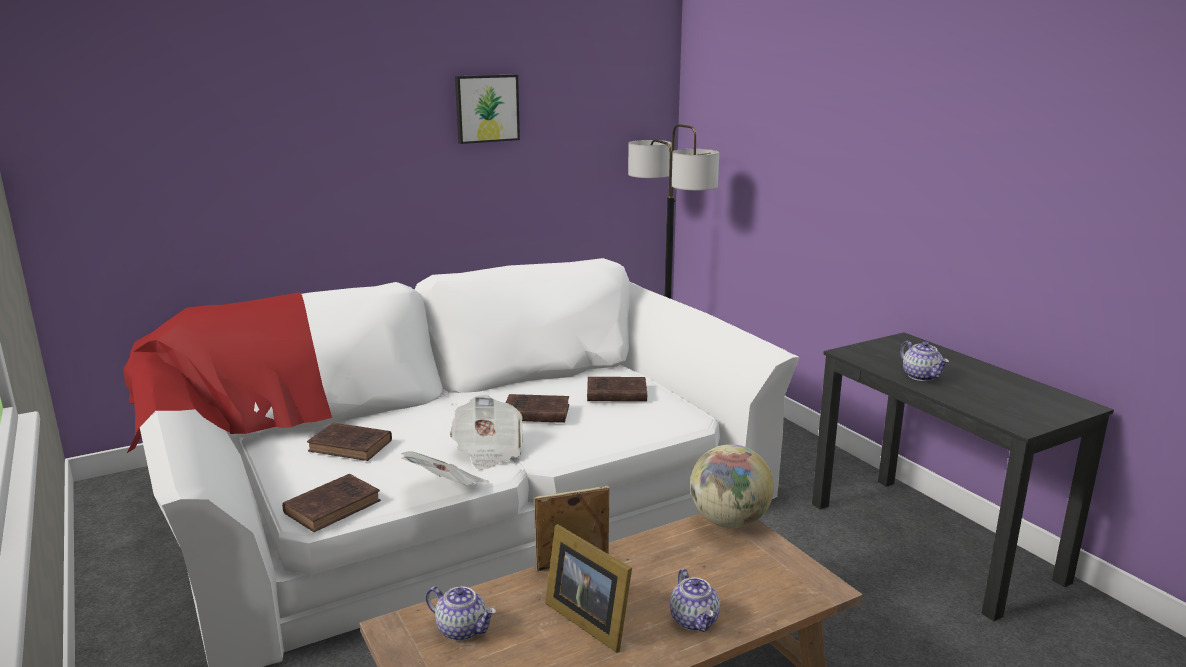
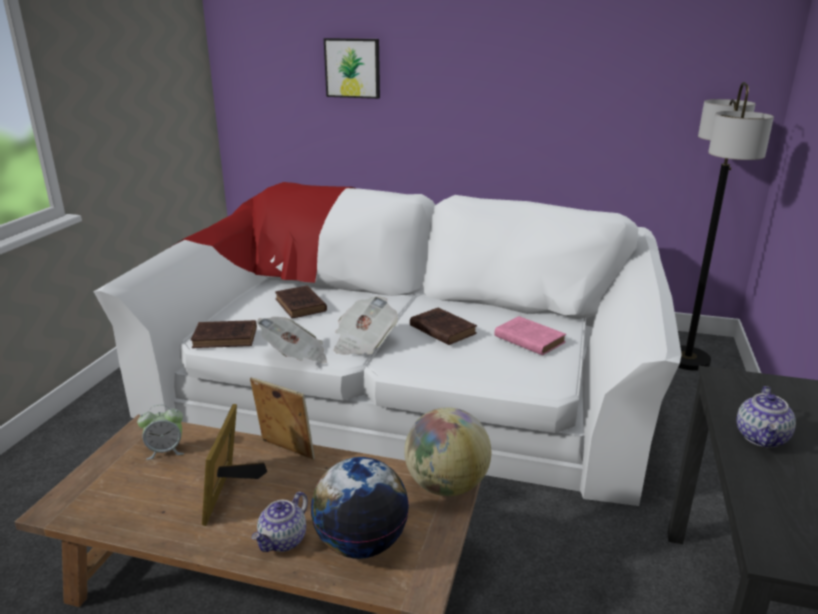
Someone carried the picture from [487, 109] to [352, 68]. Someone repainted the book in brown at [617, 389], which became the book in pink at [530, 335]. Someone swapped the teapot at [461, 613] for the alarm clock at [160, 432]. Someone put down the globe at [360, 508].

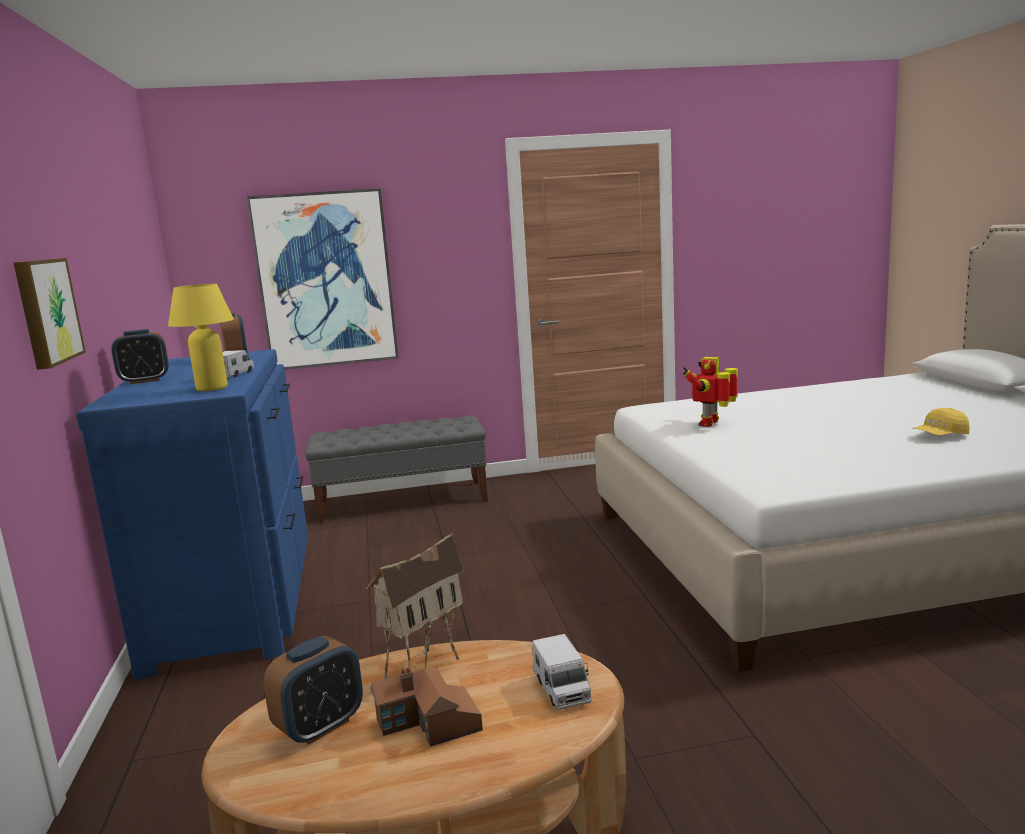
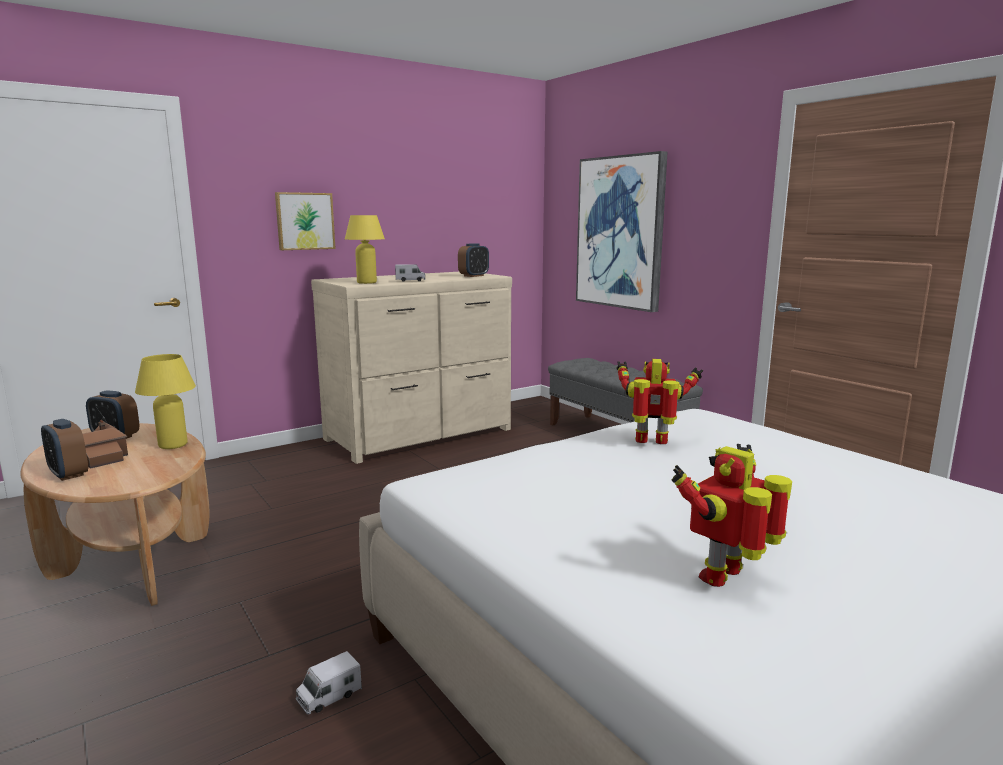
Someone carried the alarm clock from [140, 356] to [64, 450]. Someone repainted the dresser in blue at [192, 514], which became the dresser in beige at [411, 368]. Someone swapped the cap in yellow at [941, 421] for the toy robot at [732, 515]. Someone swapped the toy house at [414, 605] for the table lamp in yellow at [165, 401]. Someone carried the toy truck from [562, 672] to [329, 682].

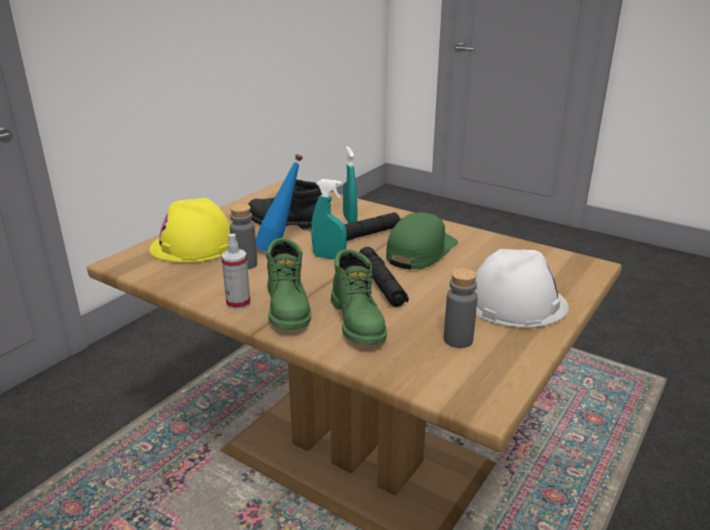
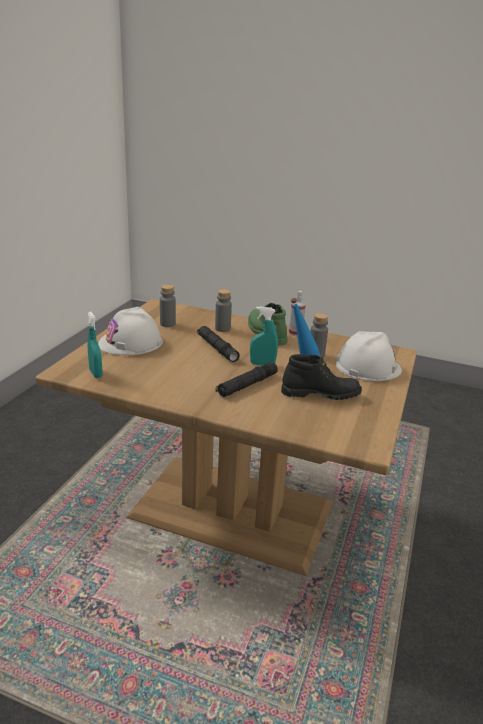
Someone carried the spray bottle in turquoise from [350, 184] to [95, 345]. Someone repainted the hard hat in yellow at [189, 230], which became the hard hat in white at [369, 356]. Someone took away the cap in green at [422, 241]. Someone swapped the boot in green at [359, 297] for the bottle in grey at [223, 310].

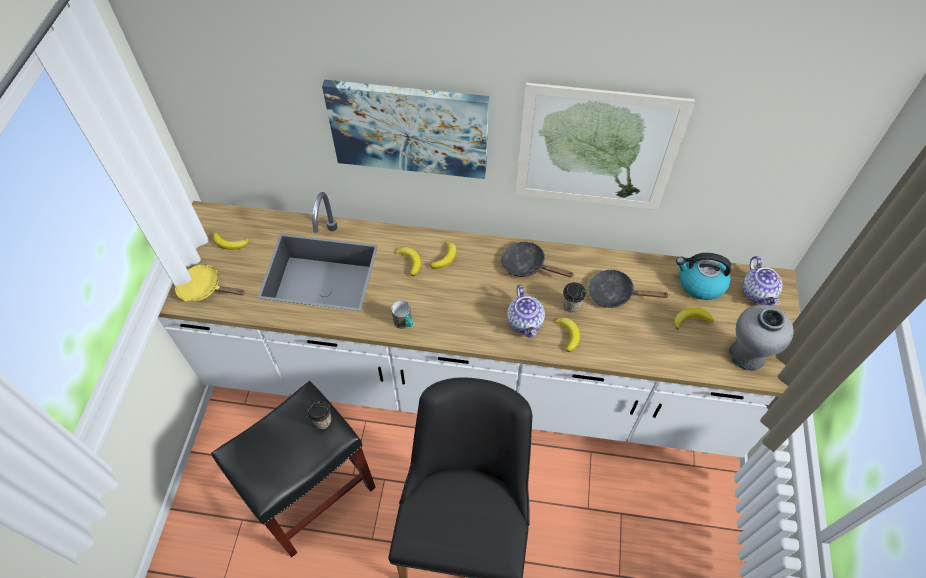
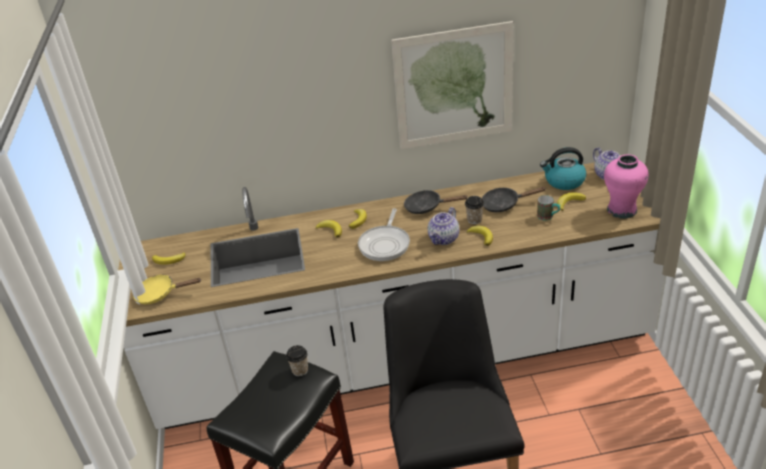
Someone took away the picture at [405, 129]. Someone rotated the teapot at [526, 311] by 60 degrees clockwise. Someone carried the mug from [402, 315] to [548, 208]. Someone repainted the vase in grey at [761, 337], which became the vase in pink at [626, 186]. Someone put down the frying pan at [384, 234].

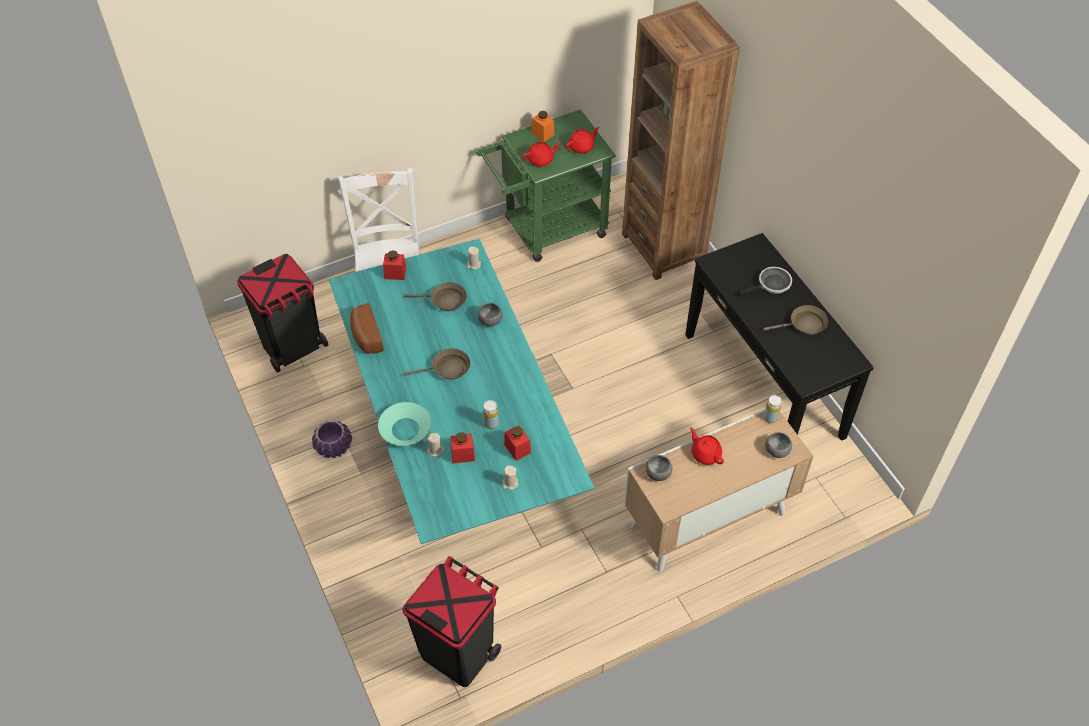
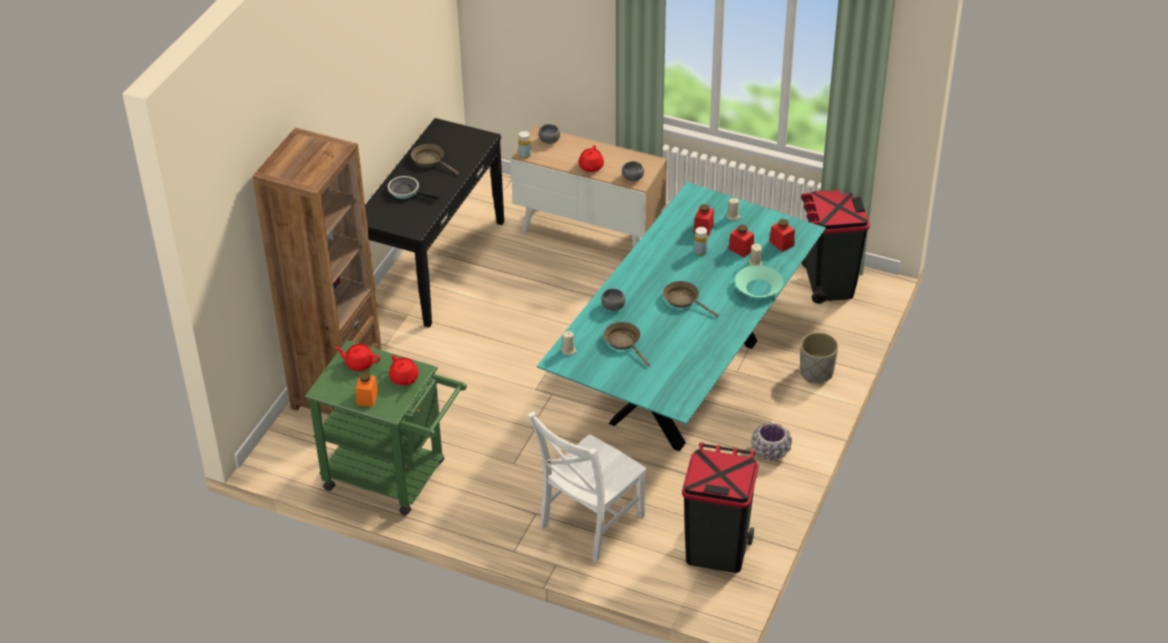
Someone rotated the teapot in red at [541, 154] by 150 degrees counterclockwise. Someone carried the jar in red from [394, 265] to [782, 235]. Someone took away the bread at [367, 328]. Someone put down the planter in grey at [819, 357].

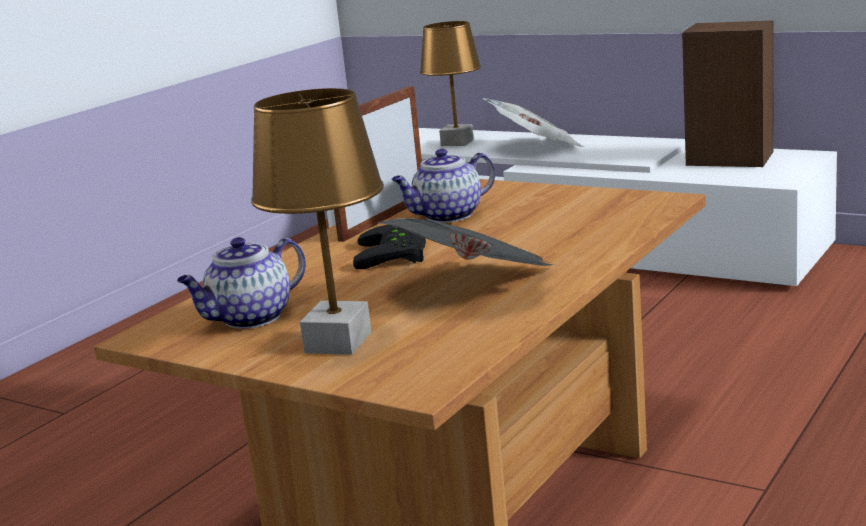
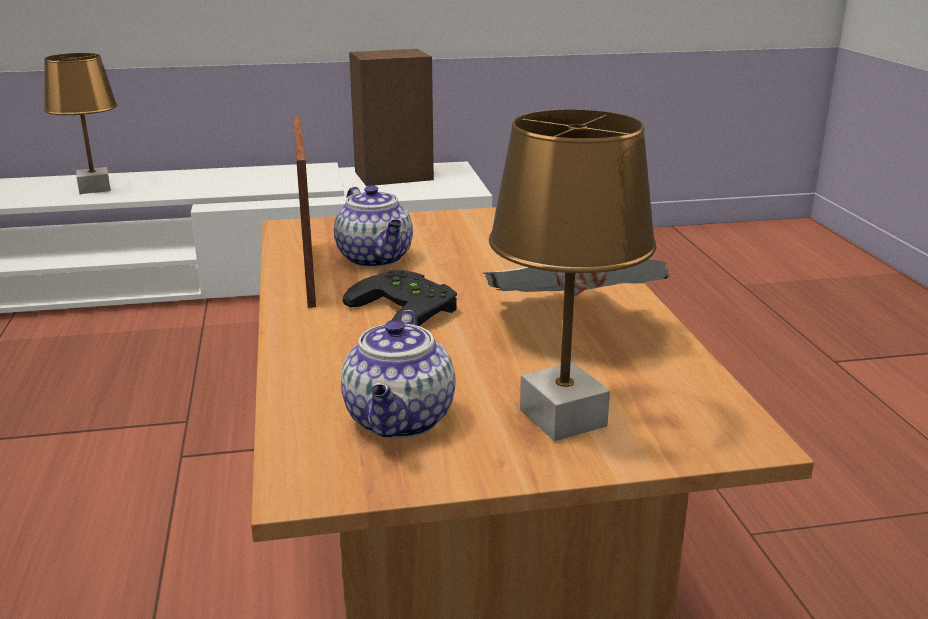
Someone took away the newspaper at [533, 122]. Someone rotated the teapot at [443, 186] by 45 degrees counterclockwise.

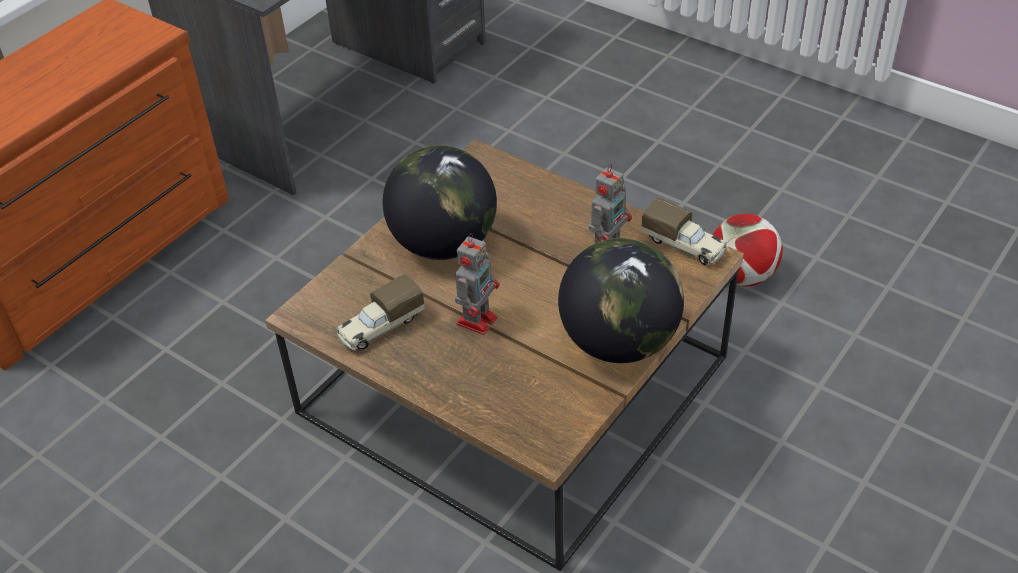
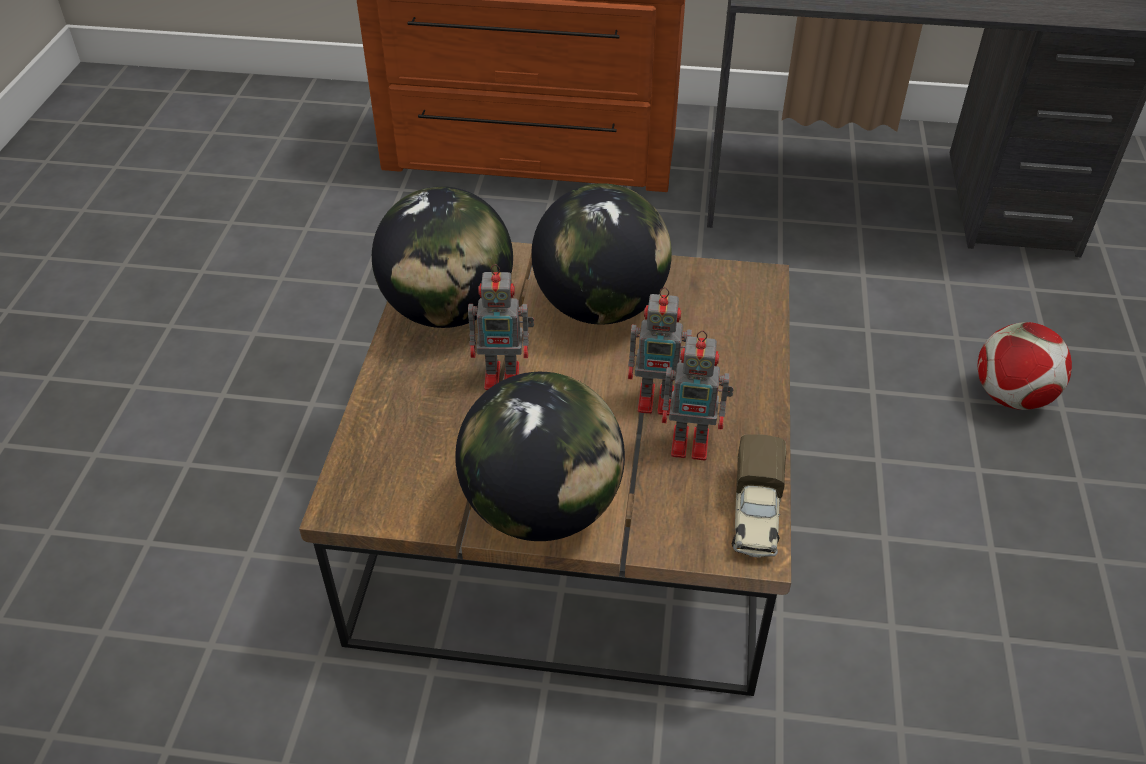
Someone carried the football from [748, 250] to [1025, 366]. Someone swapped the toy truck at [380, 312] for the globe at [442, 257]. Someone put down the toy robot at [660, 351].

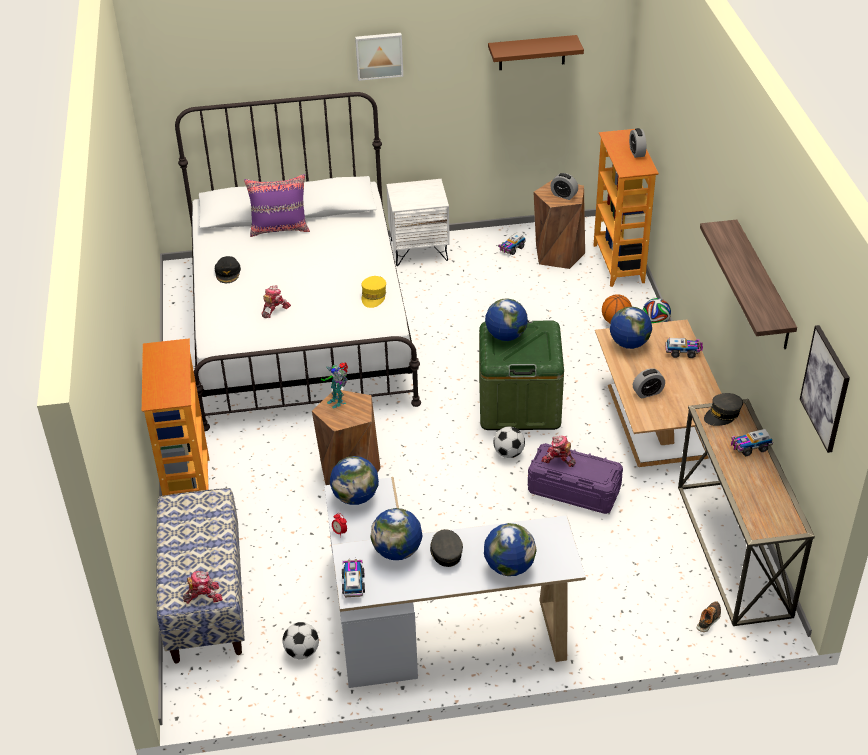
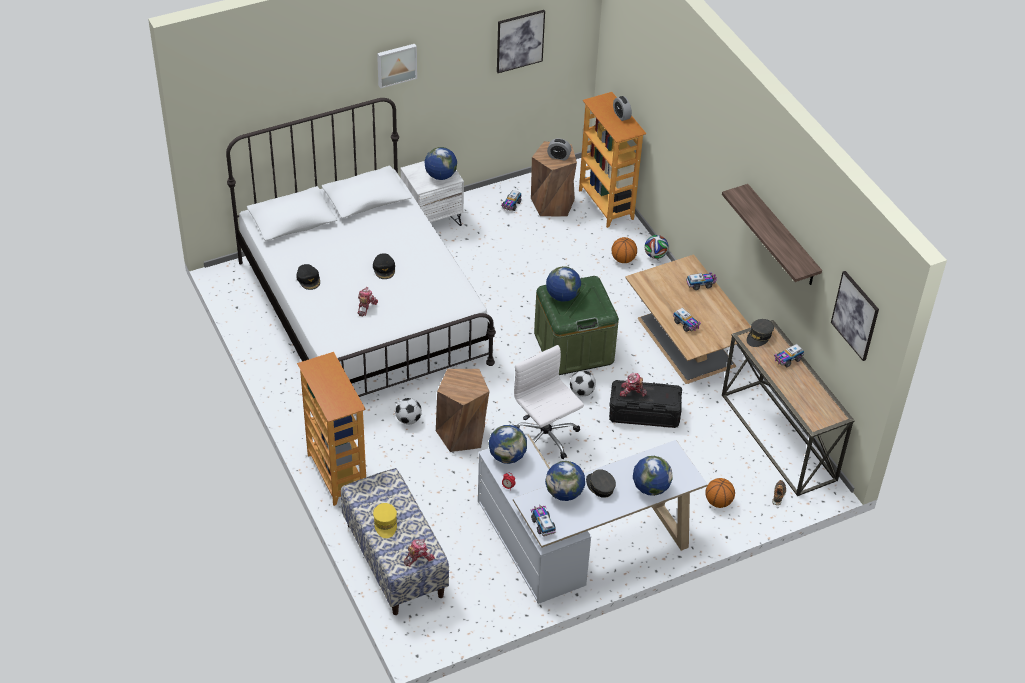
Someone swapped the shelf in brown at [536, 52] for the picture at [521, 41]. Someone took away the pillow in purple at [277, 205]. Someone carried the cap in yellow from [373, 292] to [385, 520]. Someone carried the globe from [631, 328] to [440, 163]. Someone took away the toy robot at [334, 385]. Someone swapped the alarm clock at [649, 383] for the toy truck at [687, 320]. Someone repainted the storage box in purple at [575, 478], which became the storage box in black at [645, 404]. Someone carried the football from [300, 640] to [408, 411]. Someone put down the cap in black at [384, 266]. Someone put down the office chair in white at [549, 402]. Someone put down the basketball at [720, 493].

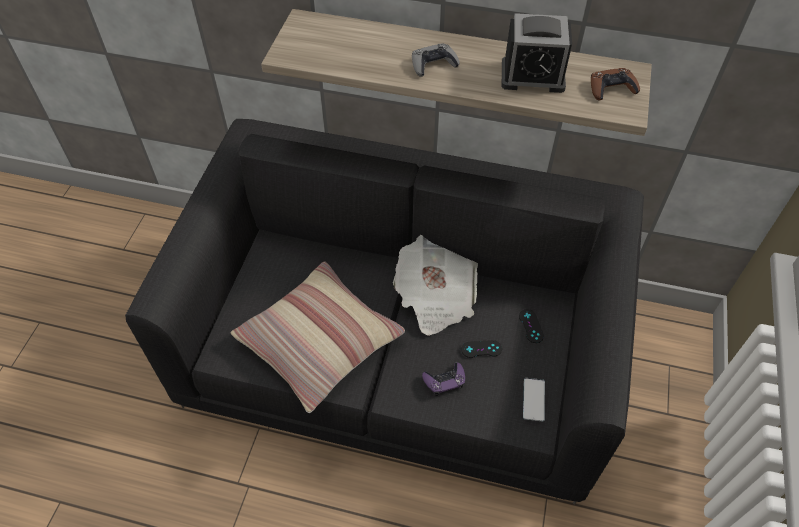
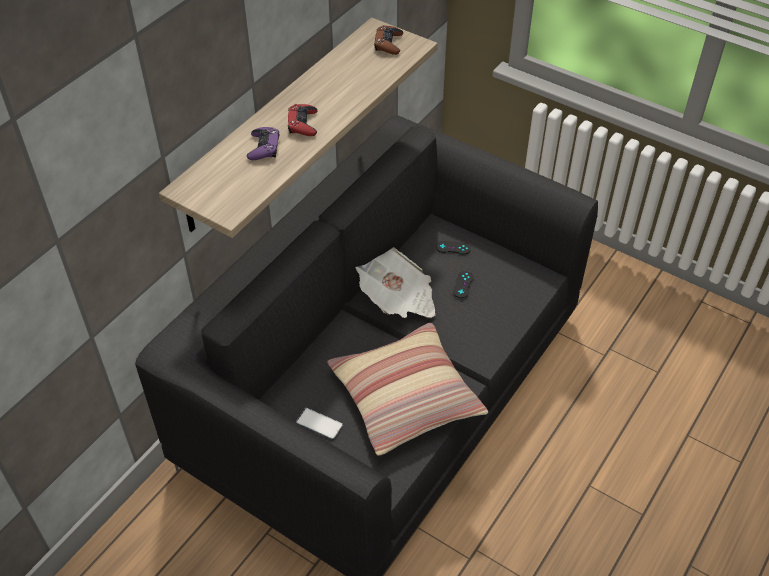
Someone took away the alarm clock at [537, 53]. Someone repainted the game controller in grey at [436, 60], which became the game controller in red at [302, 120]. Someone carried the game controller in purple from [443, 379] to [263, 143]. Someone carried the phone from [534, 399] to [319, 423].

